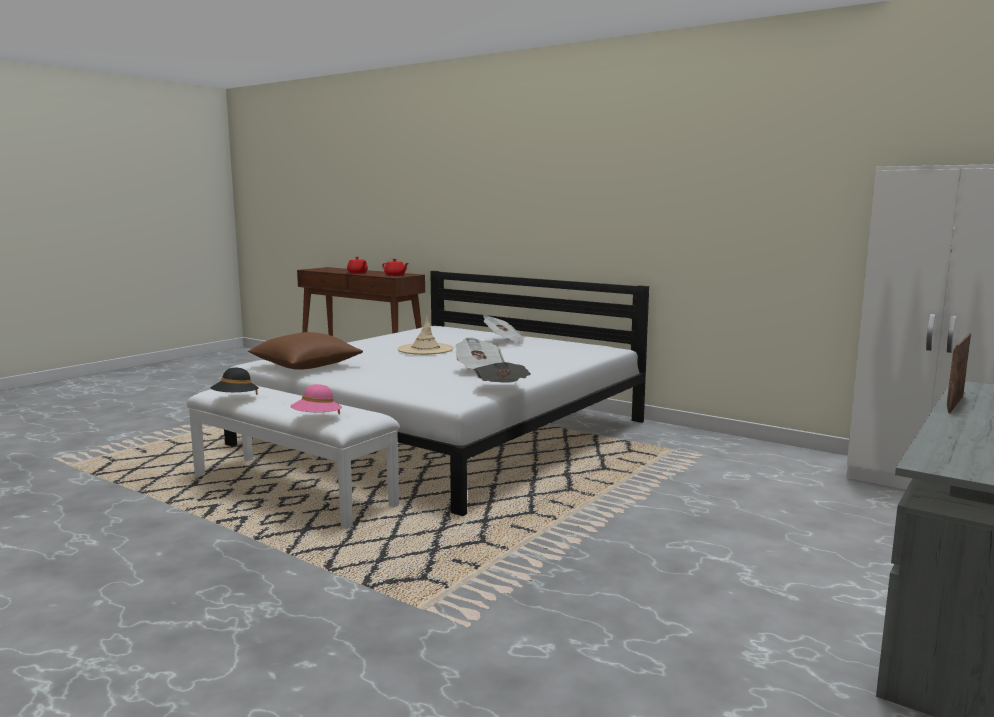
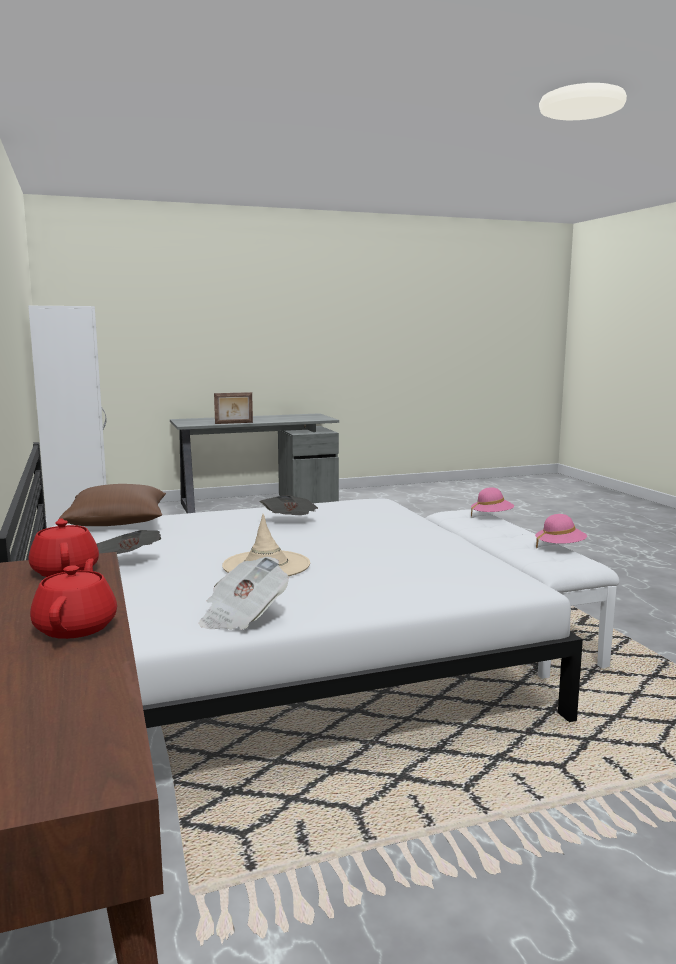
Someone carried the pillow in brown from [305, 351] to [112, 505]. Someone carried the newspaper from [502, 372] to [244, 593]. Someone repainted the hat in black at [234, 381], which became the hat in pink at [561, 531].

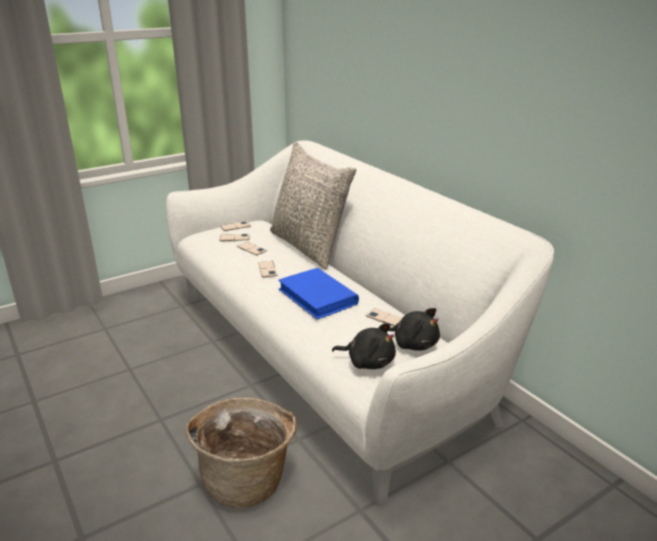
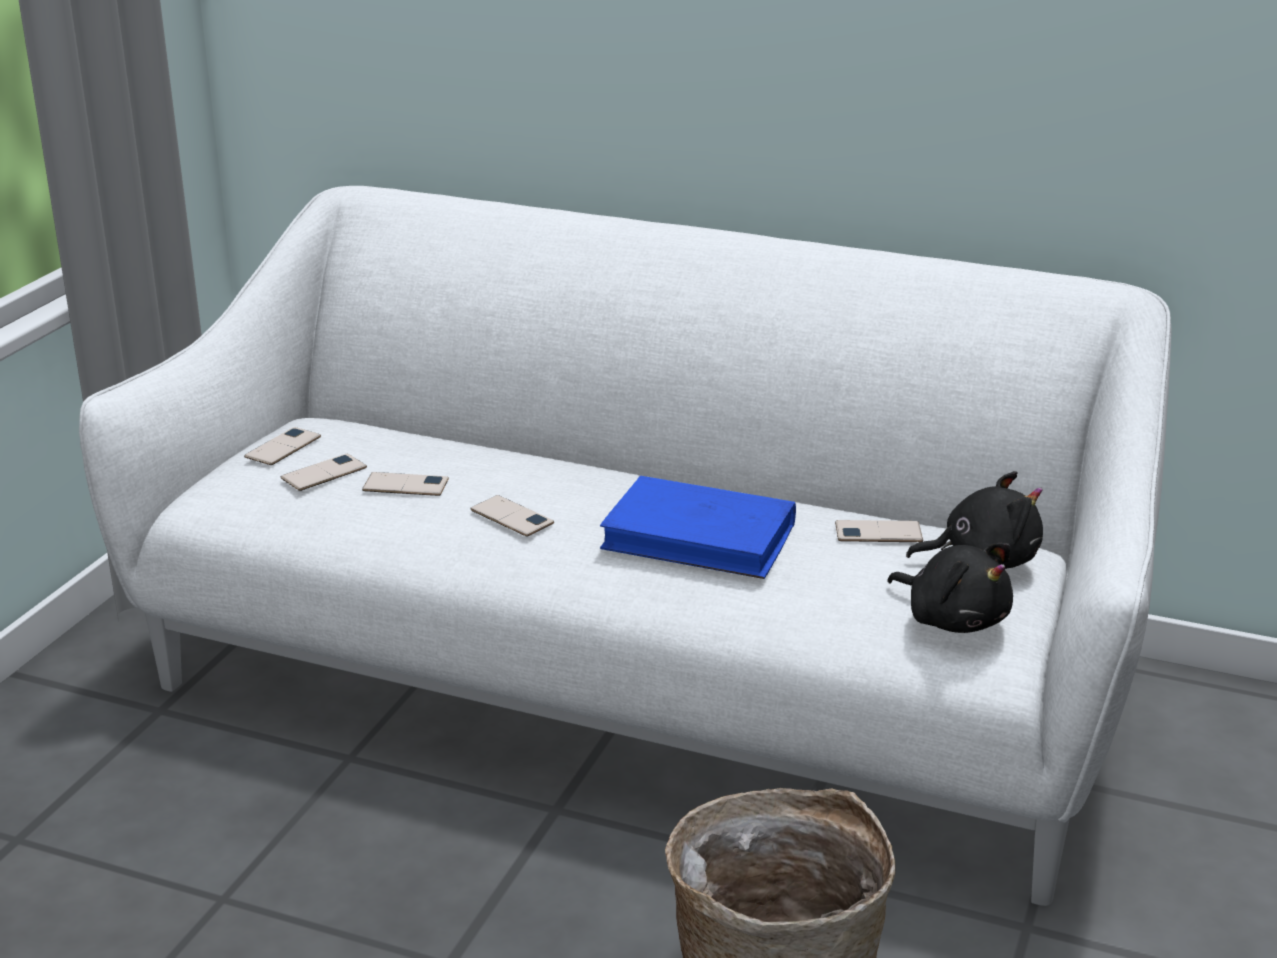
Someone took away the pillow in grey at [313, 205]. Someone rotated the plush toy in black at [364, 346] by 60 degrees clockwise.

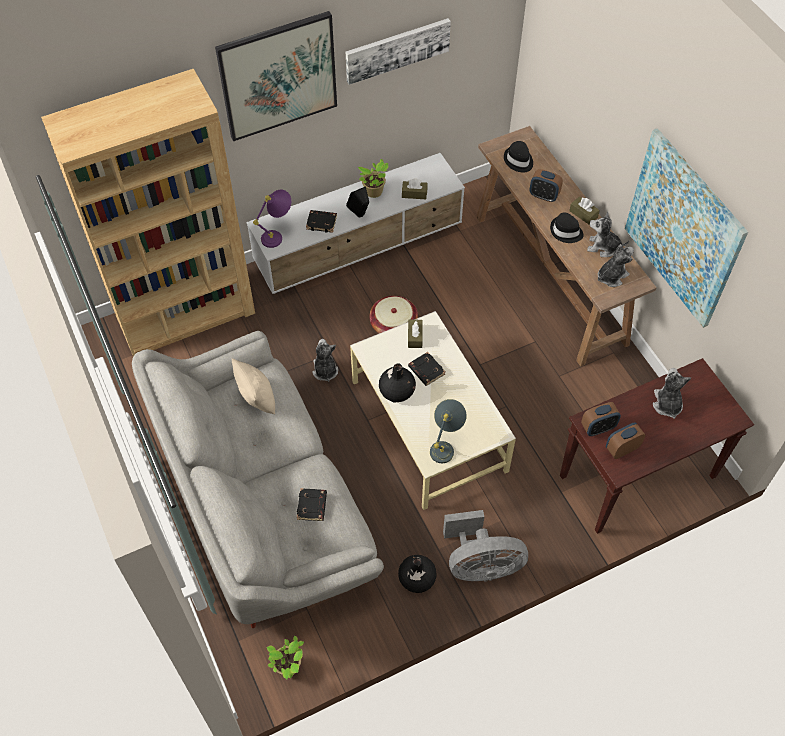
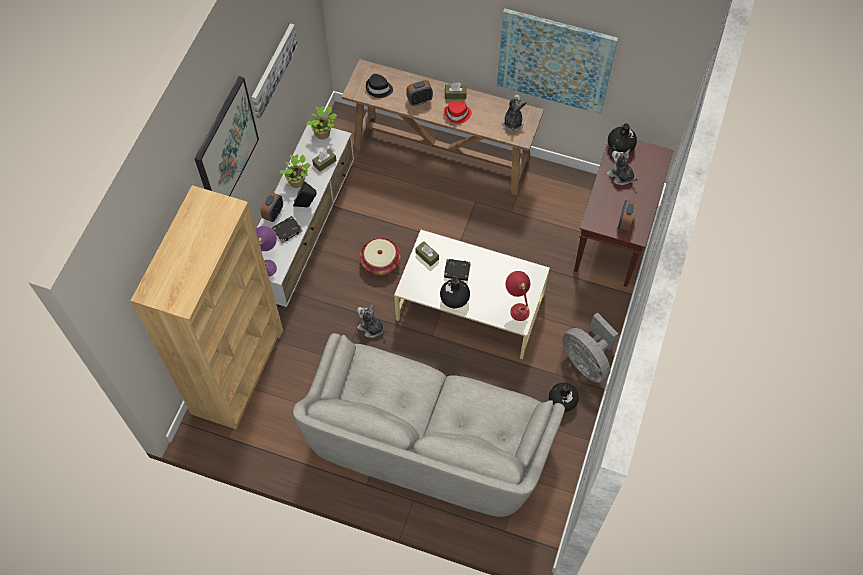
Someone repainted the hat in black at [566, 227], which became the hat in red at [458, 112]. Someone took away the plush toy at [608, 234]. Someone took away the pillow in beige at [253, 386]. Someone repainted the table lamp in grey at [448, 431], which became the table lamp in red at [517, 296]. Someone carried the alarm clock from [601, 419] to [271, 207]. Someone took away the book in black at [312, 504]. Someone rotated the fan in grey at [485, 546] by 105 degrees clockwise. Someone carried the potted plant from [285, 657] to [321, 122]. Someone put down the vase in black at [622, 137].

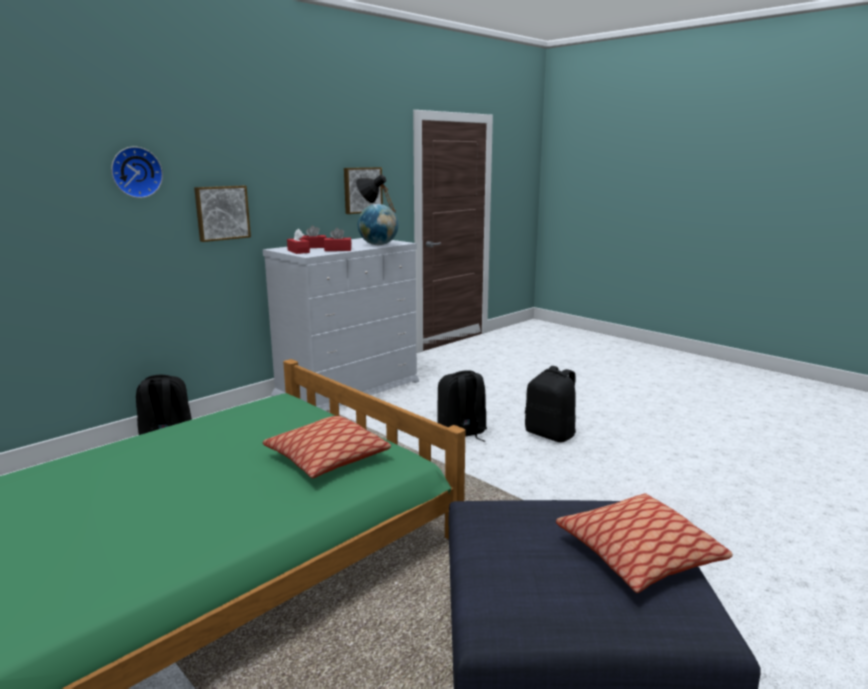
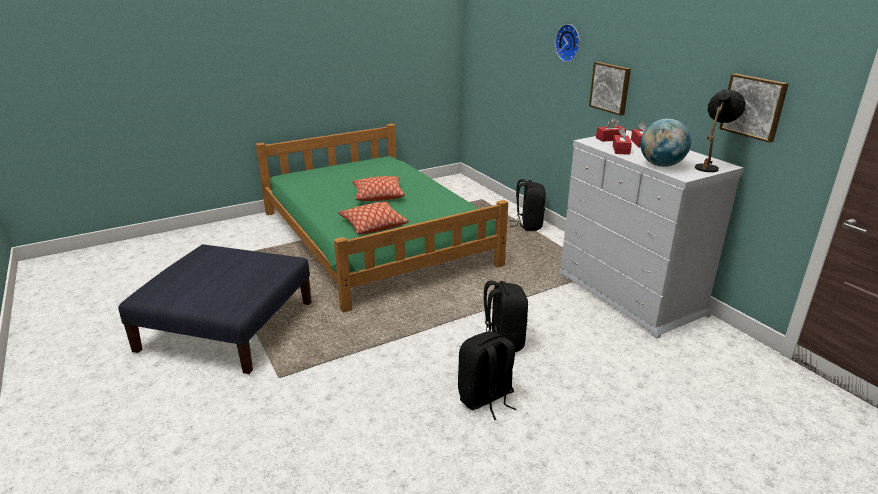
Someone carried the pillow from [644, 543] to [378, 188].

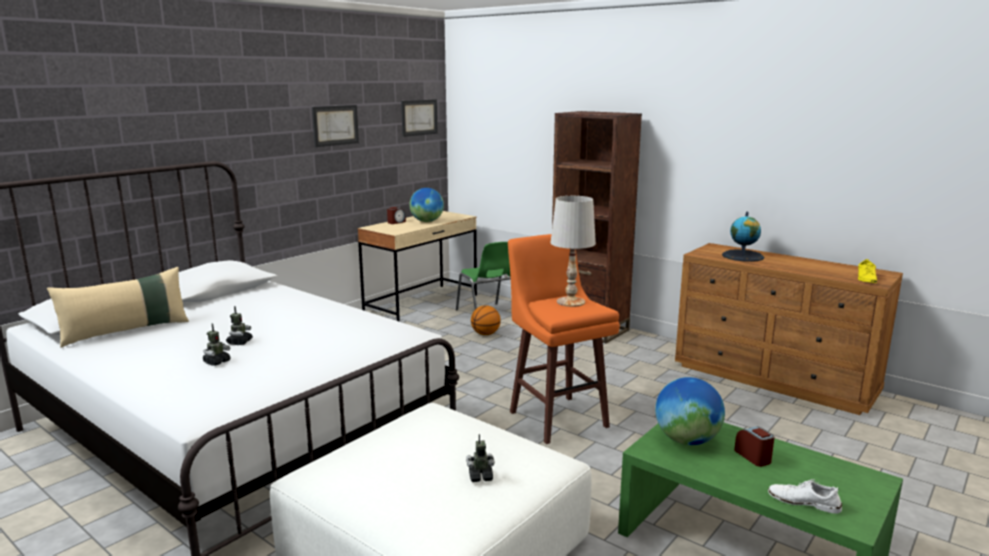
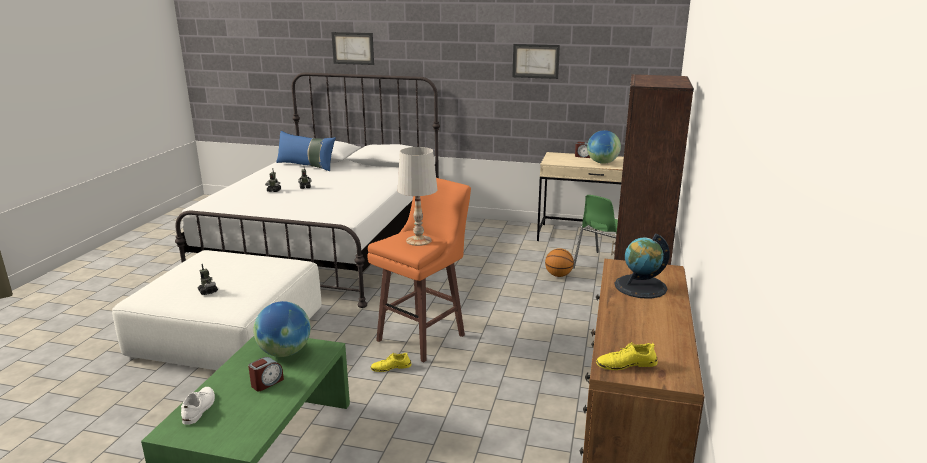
Someone carried the picture from [419, 118] to [352, 48]. Someone repainted the pillow in beige at [118, 307], which became the pillow in blue at [306, 151]. Someone put down the shoe in yellow at [391, 362].

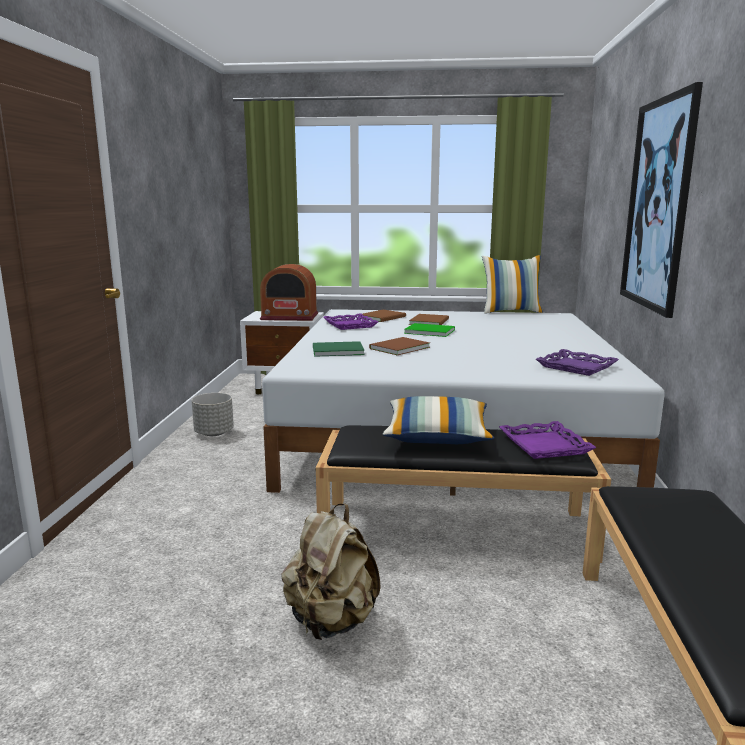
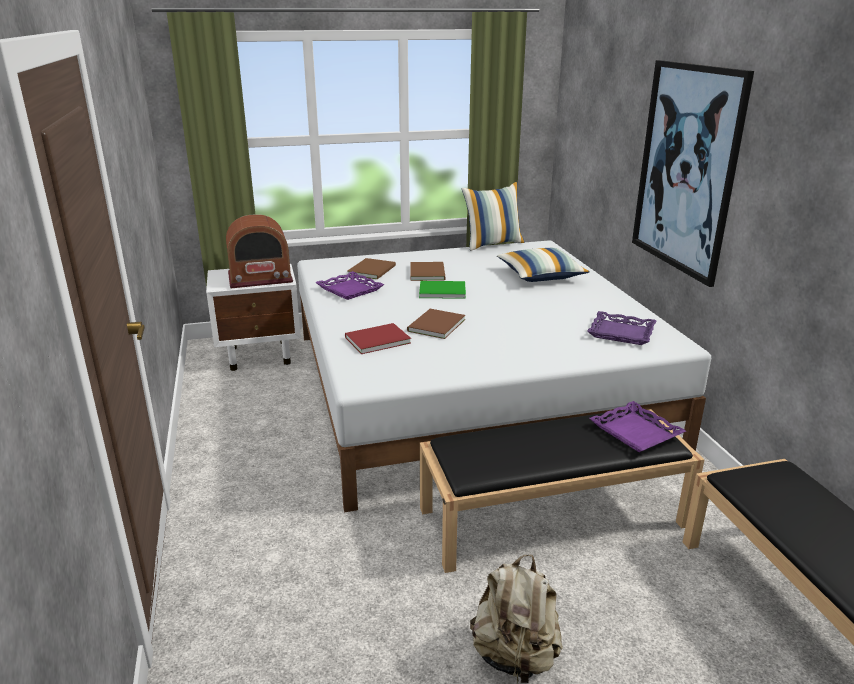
Someone repainted the book in green at [339, 349], which became the book in red at [378, 338]. Someone took away the planter in grey at [213, 414]. Someone carried the pillow from [438, 420] to [543, 265].

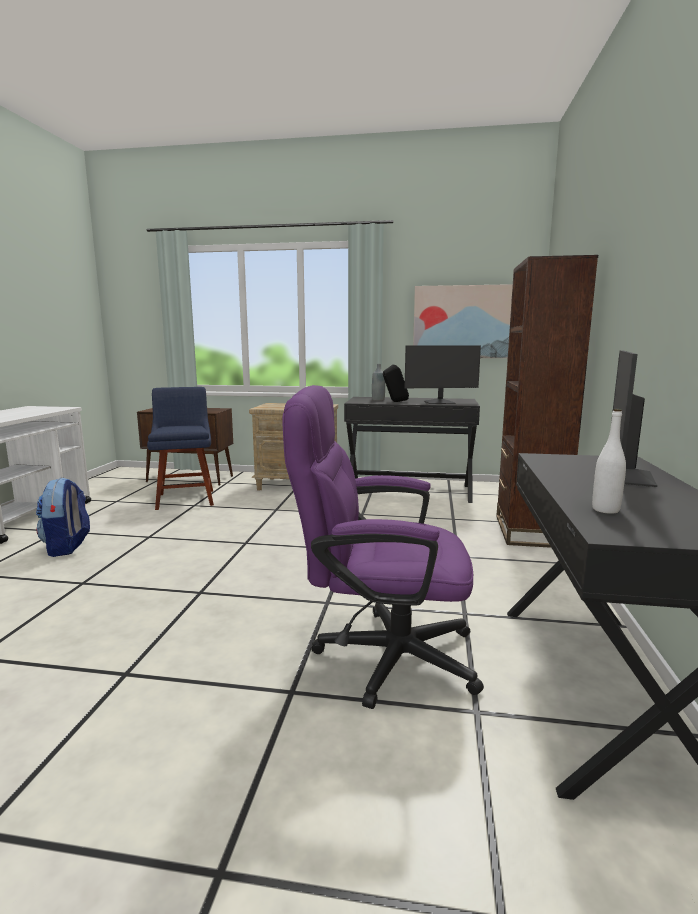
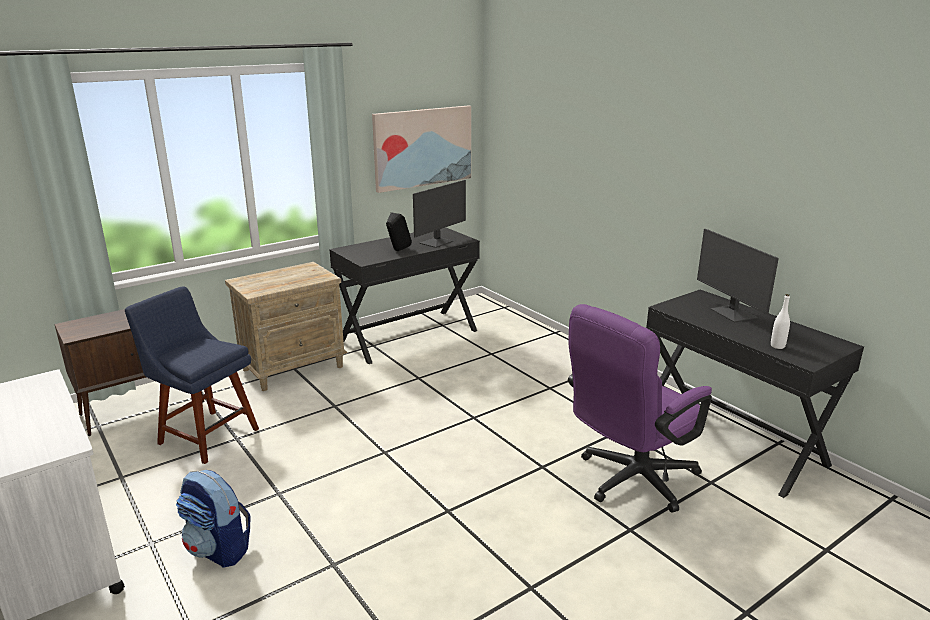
Someone took away the bookcase in brown at [547, 401]. Someone took away the bottle in grey at [378, 382].

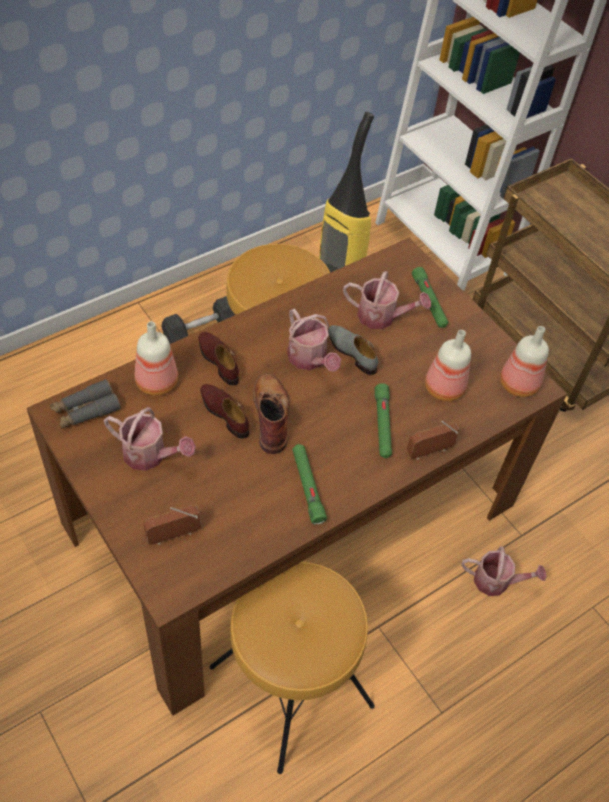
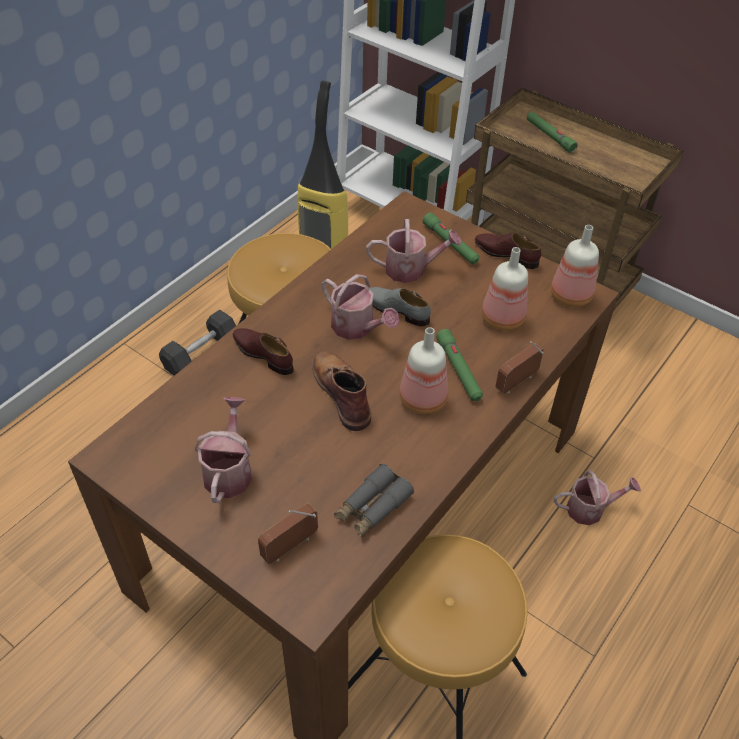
Someone carried the bottle from [156, 358] to [423, 370]. Someone carried the binoculars in grey from [85, 404] to [374, 501]. Someone carried the shoe in brown from [224, 411] to [508, 251]. Someone rotated the watering can at [149, 439] by 90 degrees counterclockwise. Someone carried the flashlight in green from [309, 484] to [552, 132].

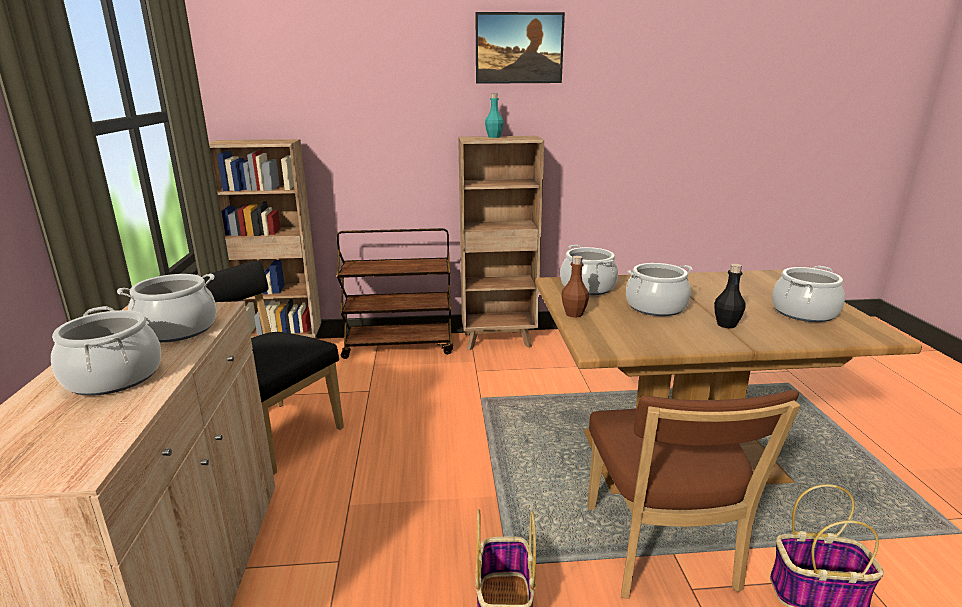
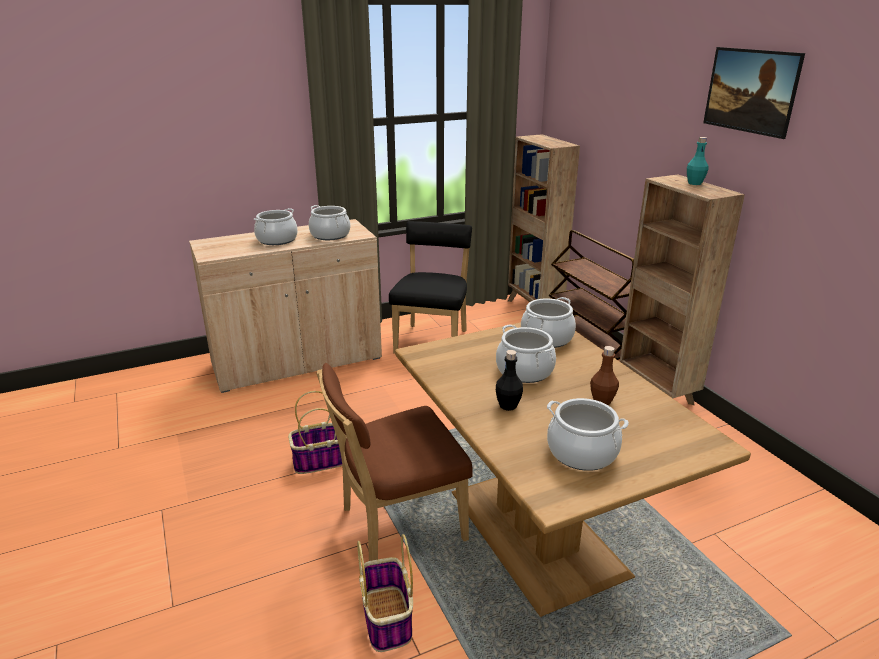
Someone carried the bottle in brown from [575, 287] to [604, 375].

